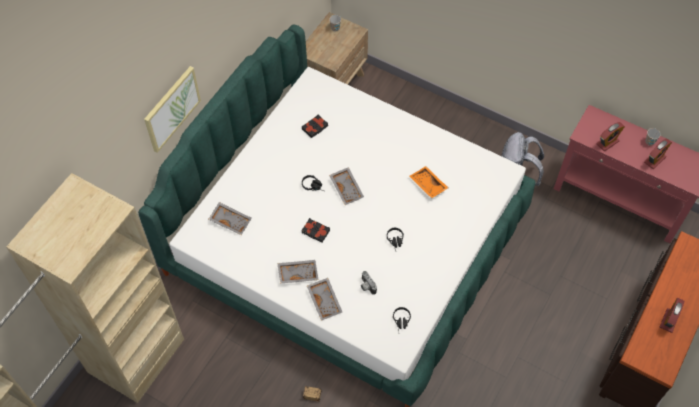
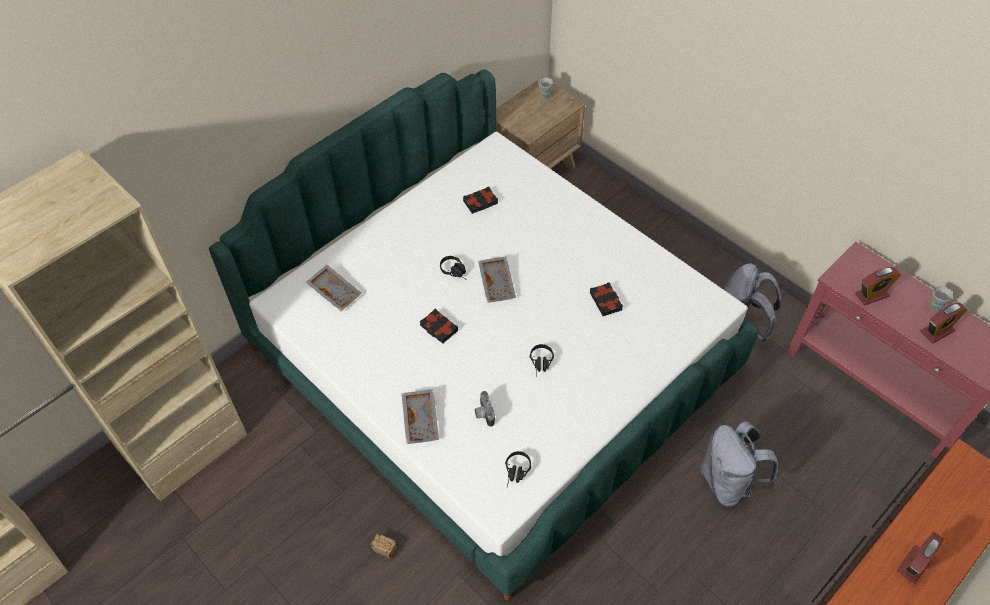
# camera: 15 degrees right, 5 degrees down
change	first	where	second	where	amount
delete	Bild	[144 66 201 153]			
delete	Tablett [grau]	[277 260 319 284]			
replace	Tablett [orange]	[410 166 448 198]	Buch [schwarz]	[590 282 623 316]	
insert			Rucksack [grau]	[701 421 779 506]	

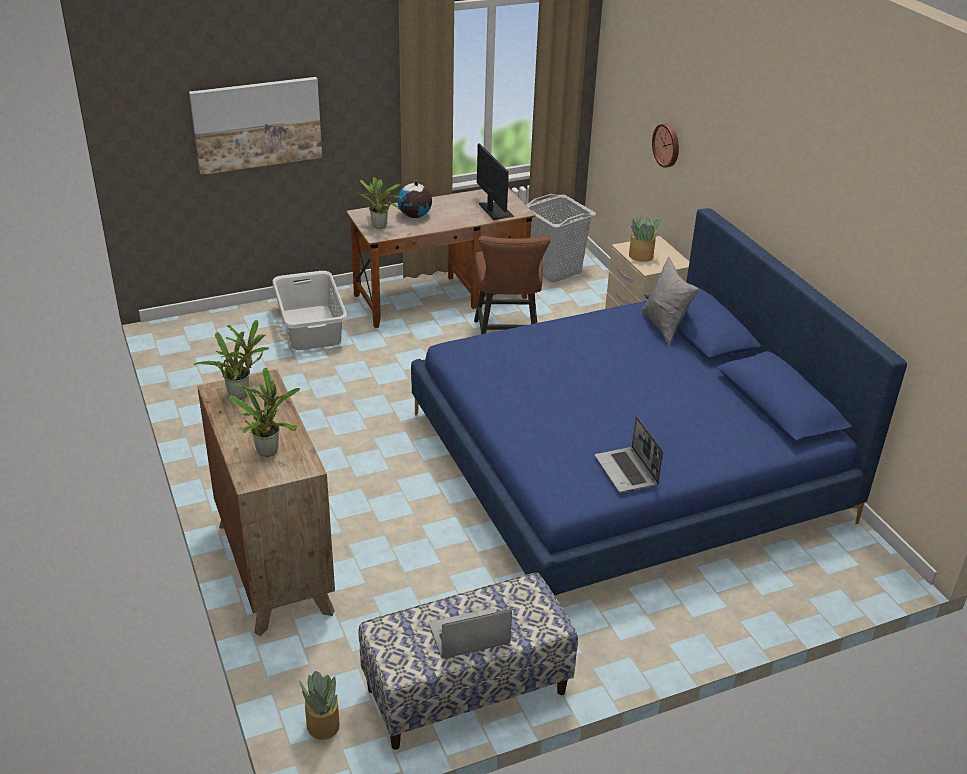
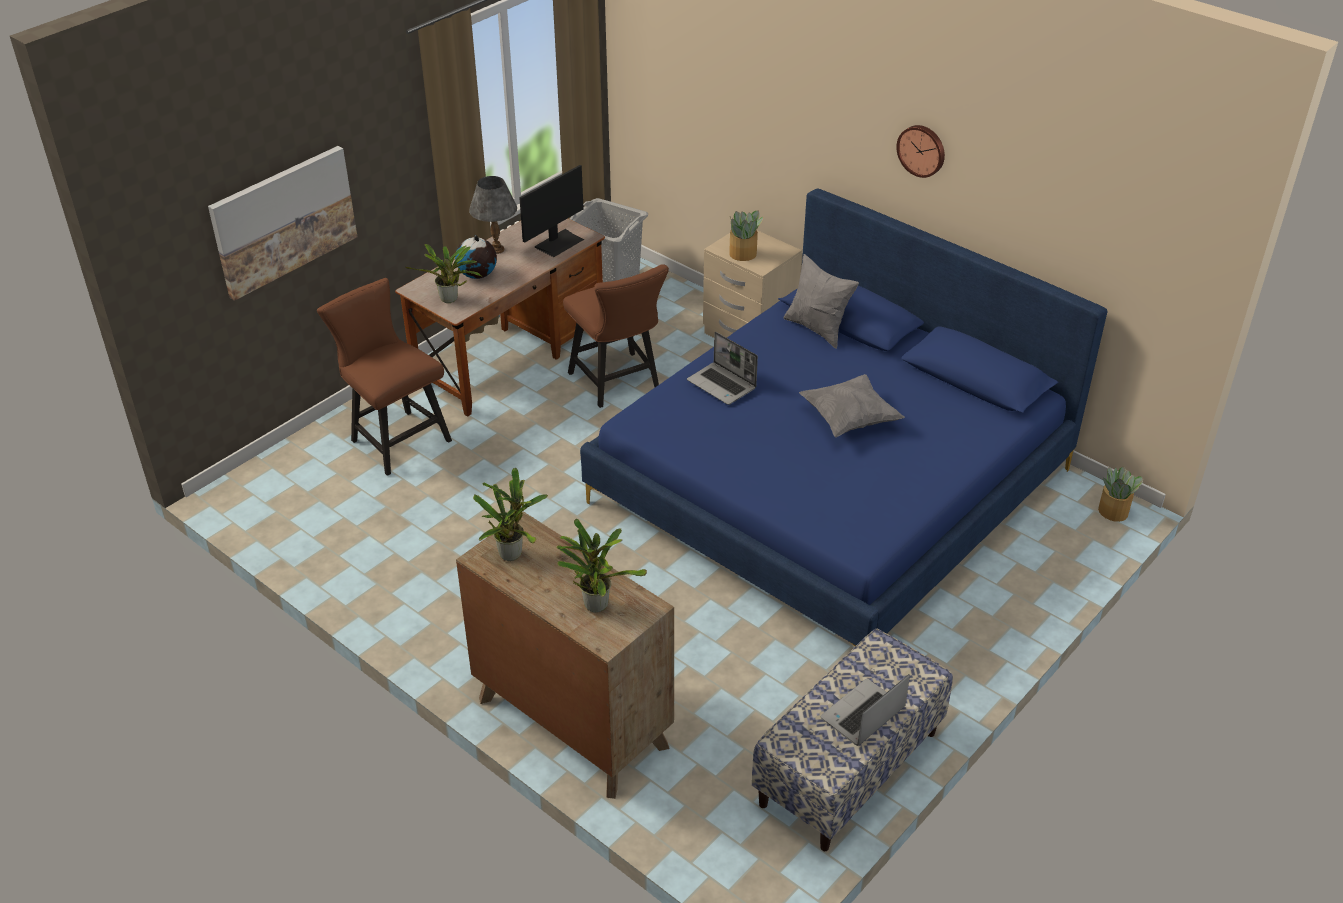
# camera: 25 degrees left, 5 degrees up
change	first	where	second	where	amount
replace	Wäschekorb [grau]	[272 271 347 350]	Stuhl [braun]	[317 278 452 476]	
move	Topfpflanze	[299 671 340 740]		[1098 466 1143 522]	
rotate	Monitor	[477 143 514 220]		[519 165 584 257]	90 degrees clockwise
move	Laptop	[595 416 663 492]		[687 331 758 405]	
move	Wanduhr	[652 124 679 168]		[896 125 945 178]	
insert			Tischlampe [grau]	[469 176 517 254]	
insert			Kissen [grau]	[799 374 905 437]	

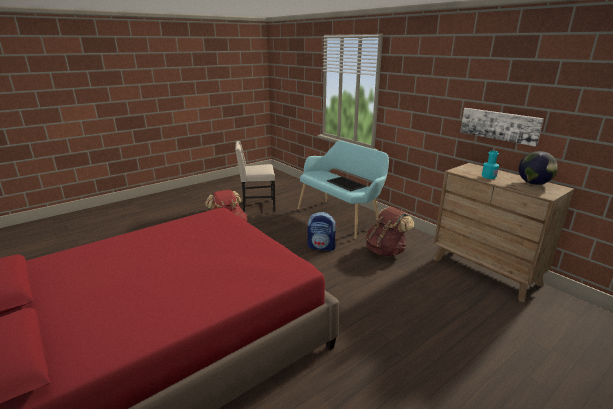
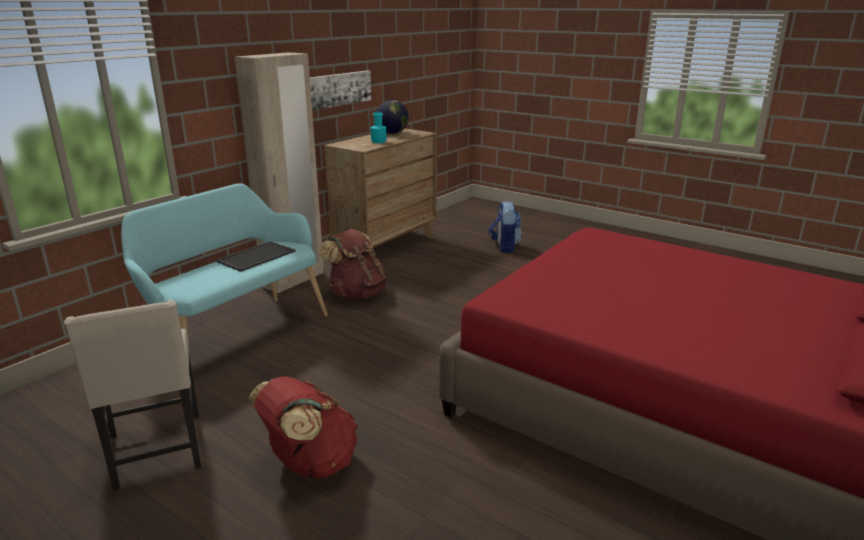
# camera: 105 degrees left, 0 degrees up
change	first	where	second	where	amount
move	Rucksack	[308 212 337 251]		[488 201 522 253]	
insert			Kleiderschrank [beige]	[234 52 324 293]	

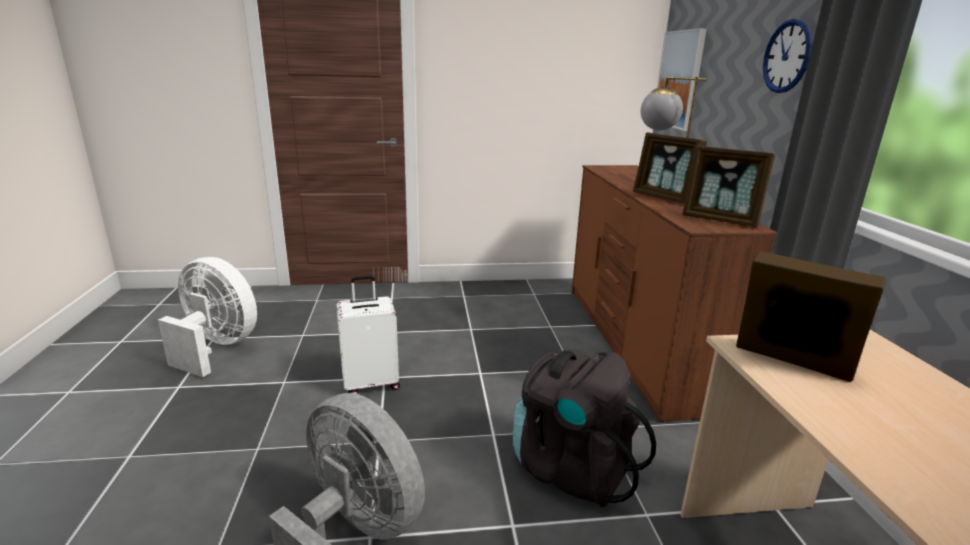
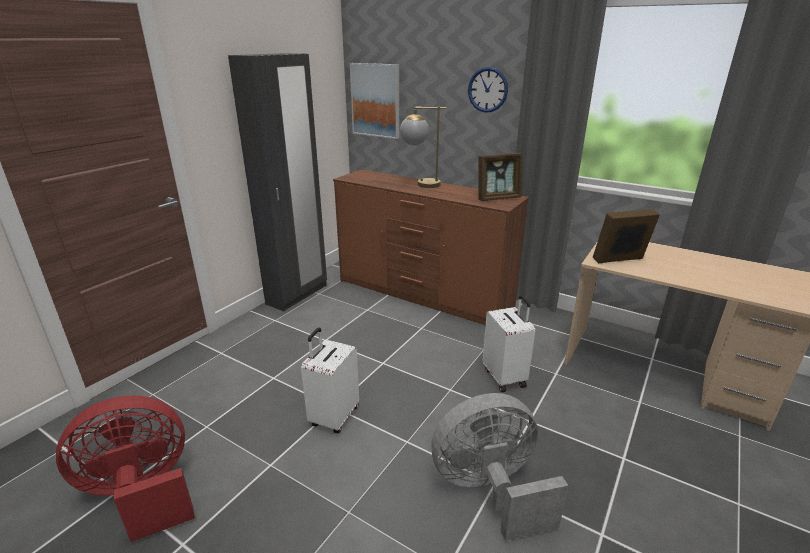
# camera: 50 degrees left, 5 degrees up
change	first	where	second	where	amount
recolor	Ventilator [weiß]	[158 257 257 377]	Ventilator [rot]	[56 395 195 542]	
replace	Rucksack [schwarz]	[513 350 656 508]	Koffer [weiß]	[483 295 535 392]	
delete	Bilderrahmen	[633 132 707 204]			
insert			Kleiderschrank [schwarz]	[228 53 327 311]	

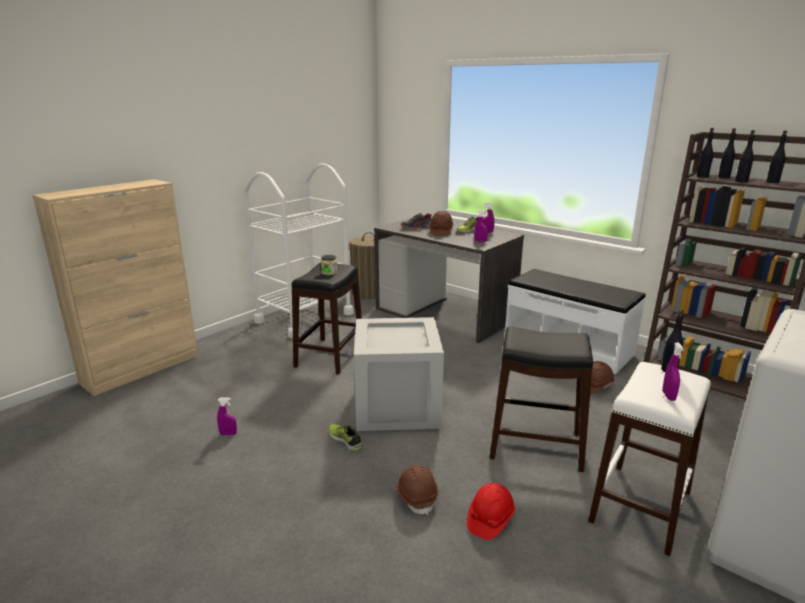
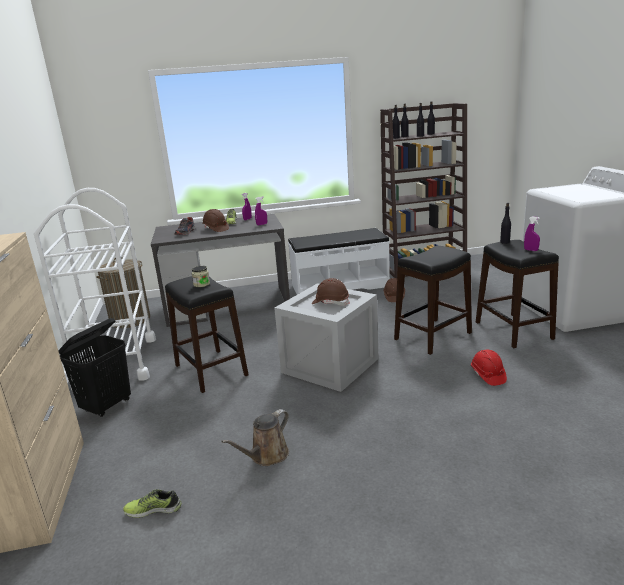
# camera: 50 degrees left, 0 degrees up
change	first	where	second	where	amount
replace	Sprühflasche [lila]	[217 398 237 435]	Gießkanne [braun]	[221 409 289 466]	
move	Schuh	[328 424 363 452]		[123 489 181 518]	
move	Schutzhelm [braun]	[396 465 439 515]		[312 278 350 306]	
recolor	Hocker [weiß]	[588 362 711 556]	Hocker [schwarz]	[476 240 559 348]	
insert			Wäschekorb [schwarz]	[59 318 131 417]	

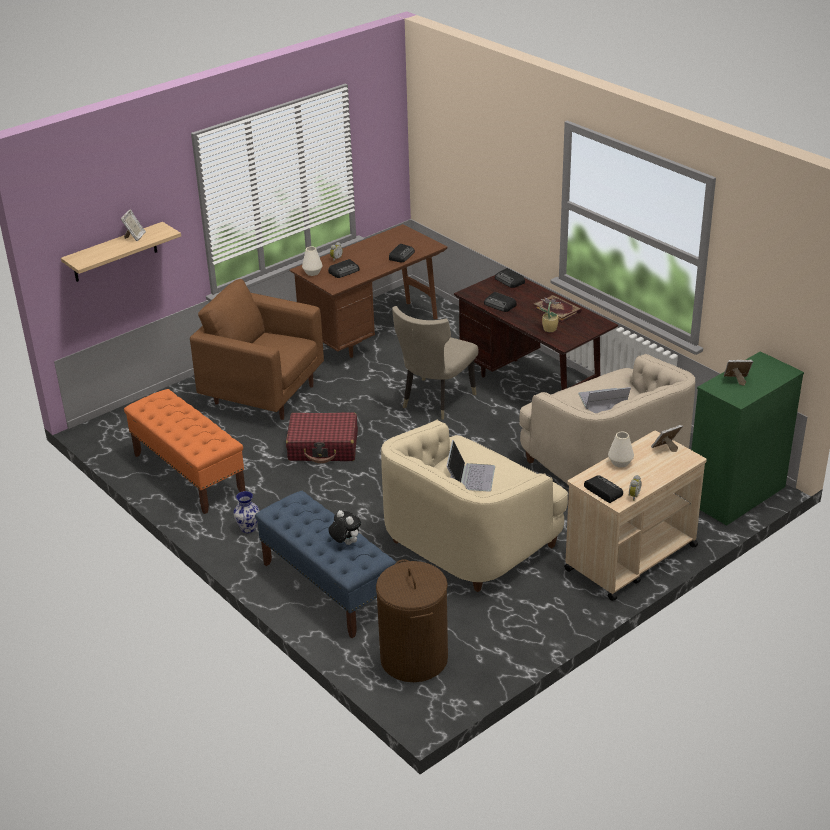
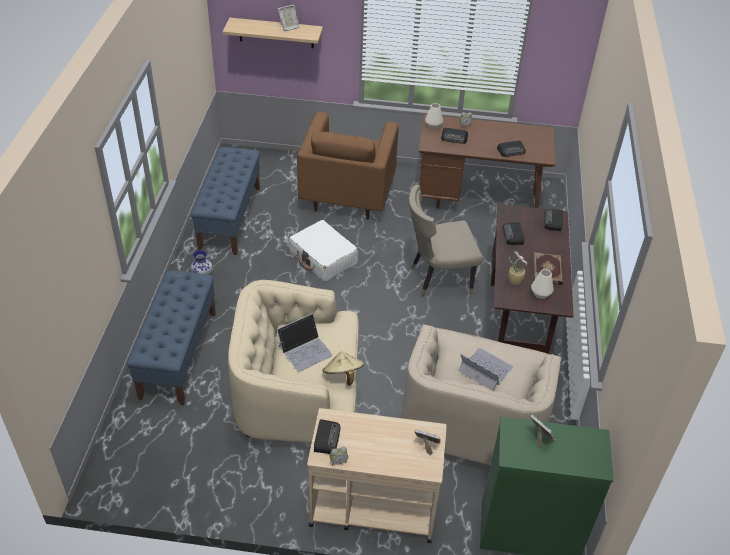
# camera: 45 degrees right, 10 degrees up
change	first	where	second	where	amount
recolor	Bank [orange]	[124 389 246 514]	Bank [blau]	[191 147 260 255]	
rotate	Sessel [braun]	[190 279 324 420]		[297 112 399 220]	150 degrees counterclockwise
recolor	Koffer [rot]	[286 413 358 463]	Koffer [weiß]	[289 220 358 282]	
delete	Plüschtier	[329 510 361 545]			
delete	Wäschekorb [braun]	[376 559 448 682]			
move	Vase [weiß]	[608 432 634 468]		[531 269 554 299]	
insert			Hut [beige]	[323 351 364 386]	

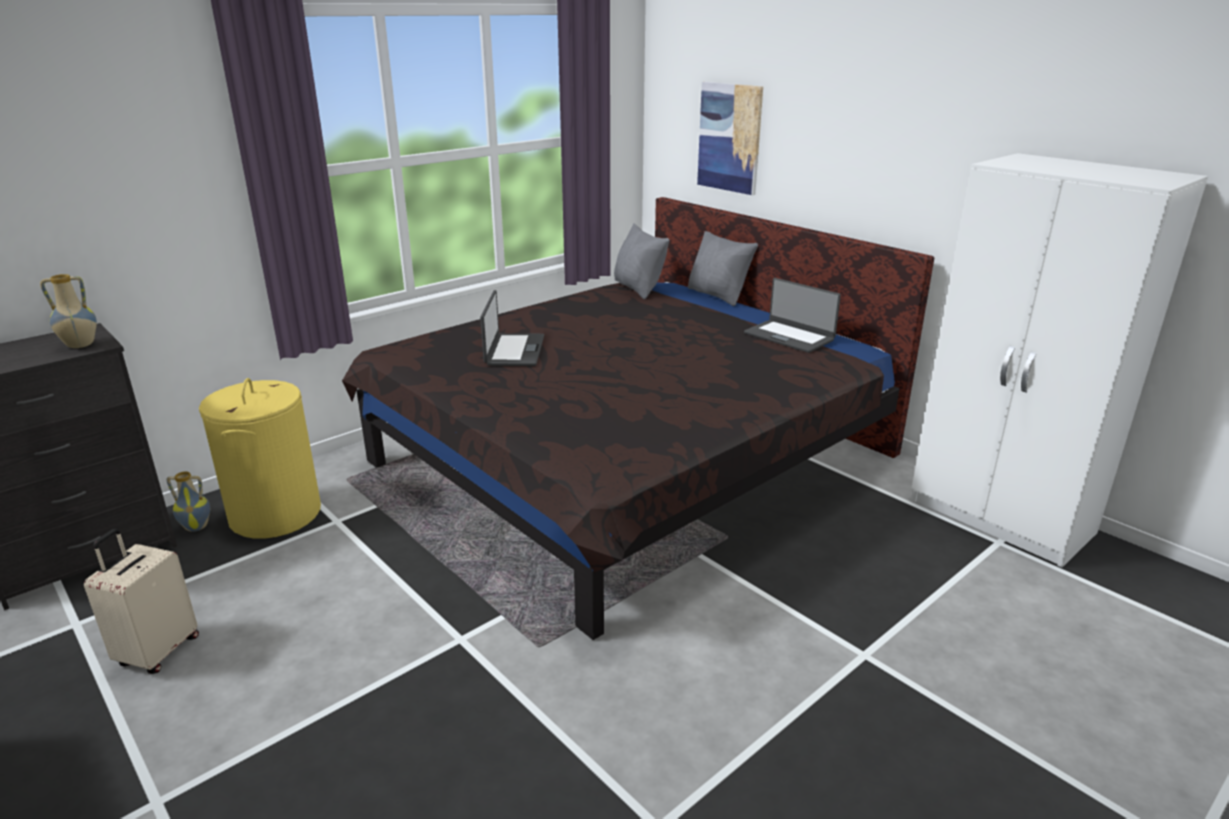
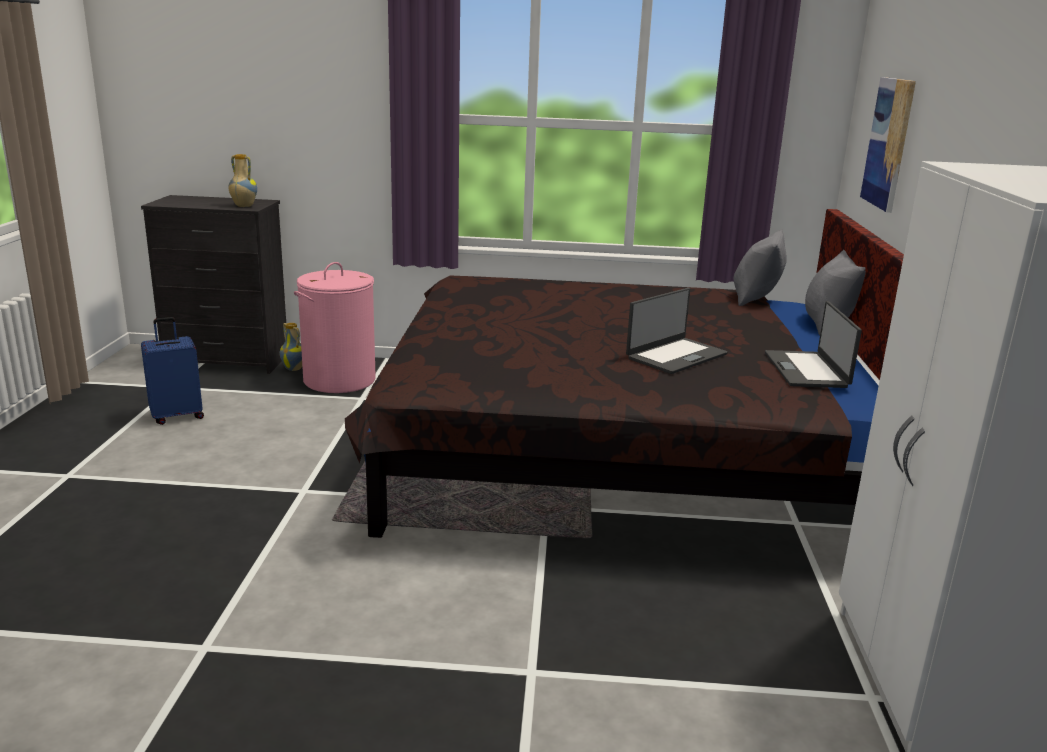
# camera: 45 degrees right, 5 degrees down
change	first	where	second	where	amount
recolor	Koffer [beige]	[84 528 199 674]	Koffer [blau]	[141 317 204 425]	
recolor	Wäschekorb [gelb]	[199 378 321 539]	Wäschekorb [rosa]	[294 262 376 393]	
move	Laptop	[480 290 544 366]		[626 288 728 374]	

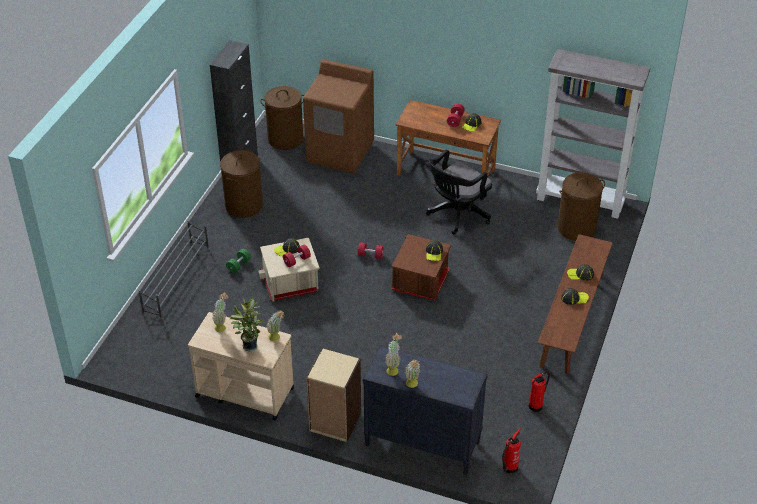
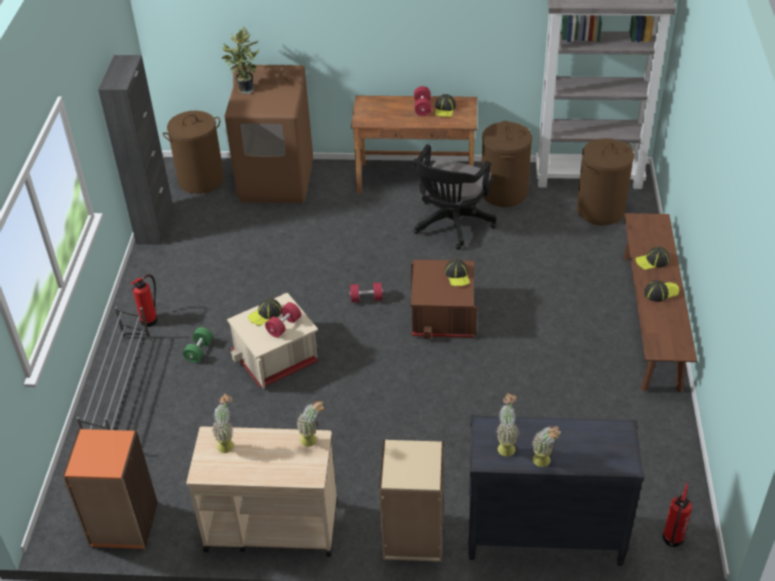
# camera: 15 degrees left, 0 degrees up
change	first	where	second	where	amount
move	Wäschekorb [braun]	[220 150 263 218]		[482 121 532 207]	
move	Topfpflanze	[229 298 264 352]		[222 27 259 94]	
move	Feuerlöscher	[528 371 550 412]		[130 274 158 327]	
insert			Bücherregal [orange]	[62 429 158 549]	

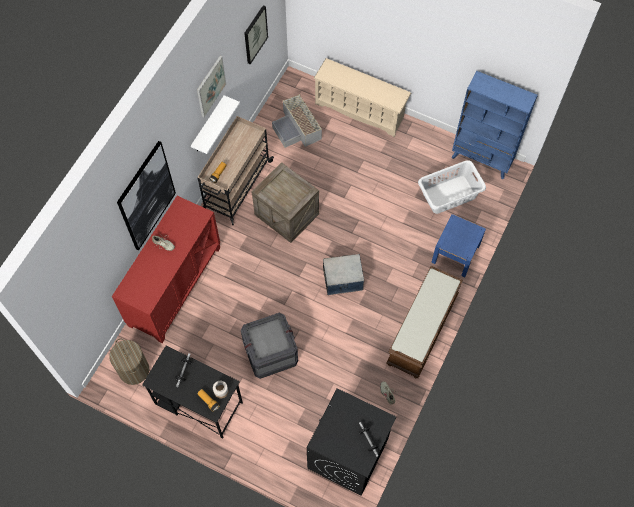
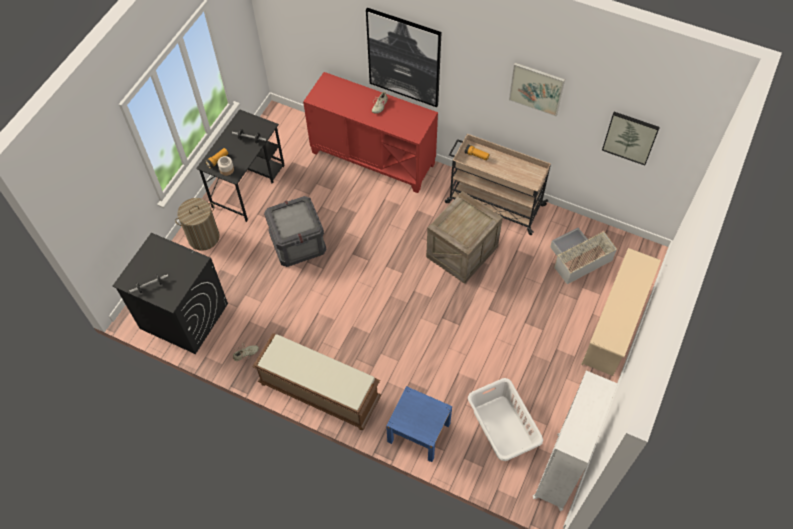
# camera: 90 degrees right, 5 degrees down
change	first	where	second	where	amount
move	Wäschekorb	[109 339 149 385]		[175 198 220 251]	
delete	Wandregal [weiß]	[191 95 240 154]			
delete	Aufbewahrungsbox	[323 254 364 295]			
recolor	Bücherregal [blau]	[452 71 538 179]	Bücherregal [weiß]	[533 371 618 511]	

